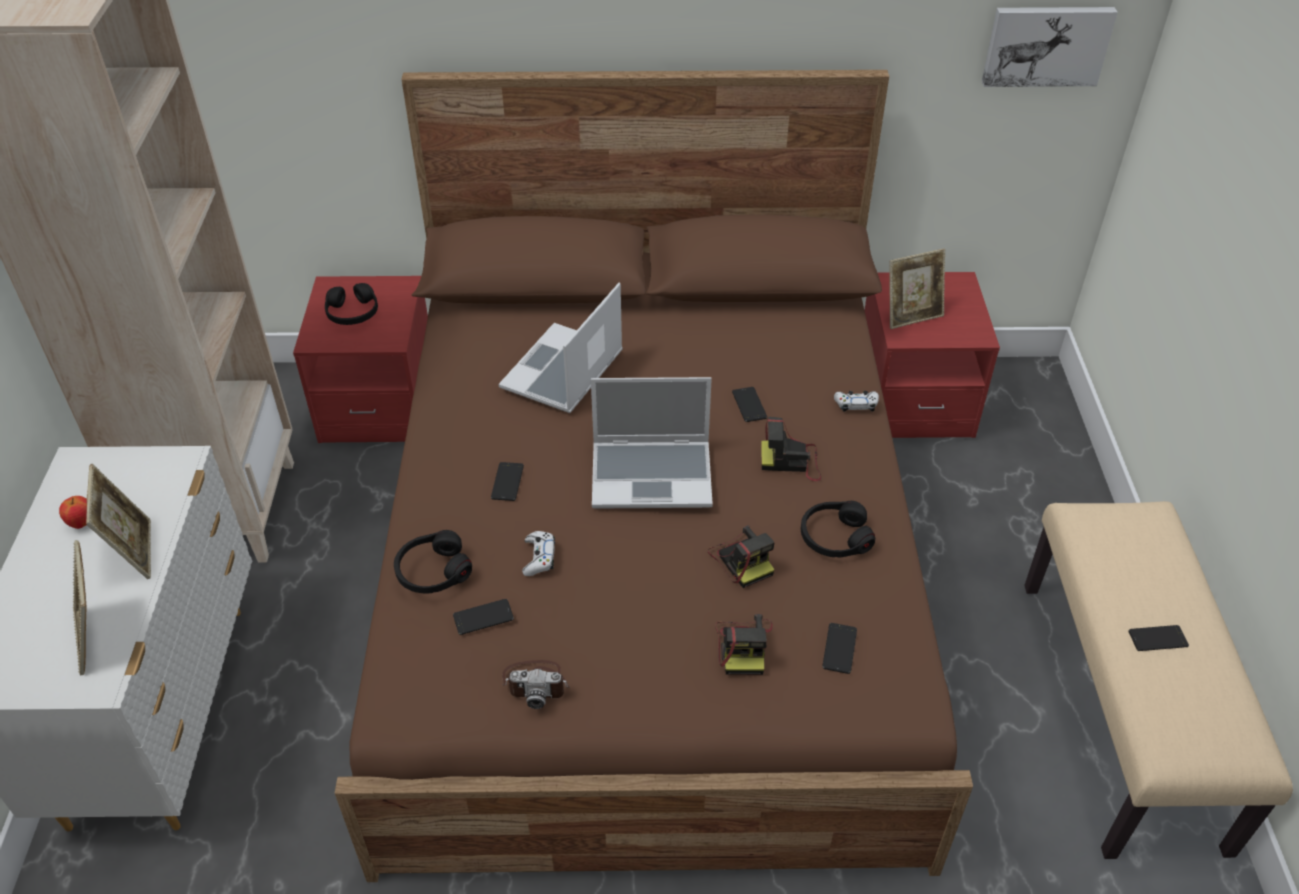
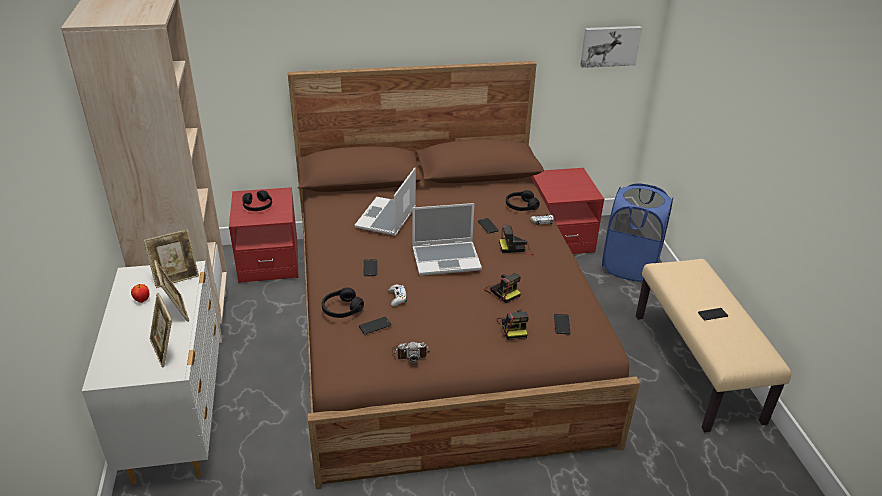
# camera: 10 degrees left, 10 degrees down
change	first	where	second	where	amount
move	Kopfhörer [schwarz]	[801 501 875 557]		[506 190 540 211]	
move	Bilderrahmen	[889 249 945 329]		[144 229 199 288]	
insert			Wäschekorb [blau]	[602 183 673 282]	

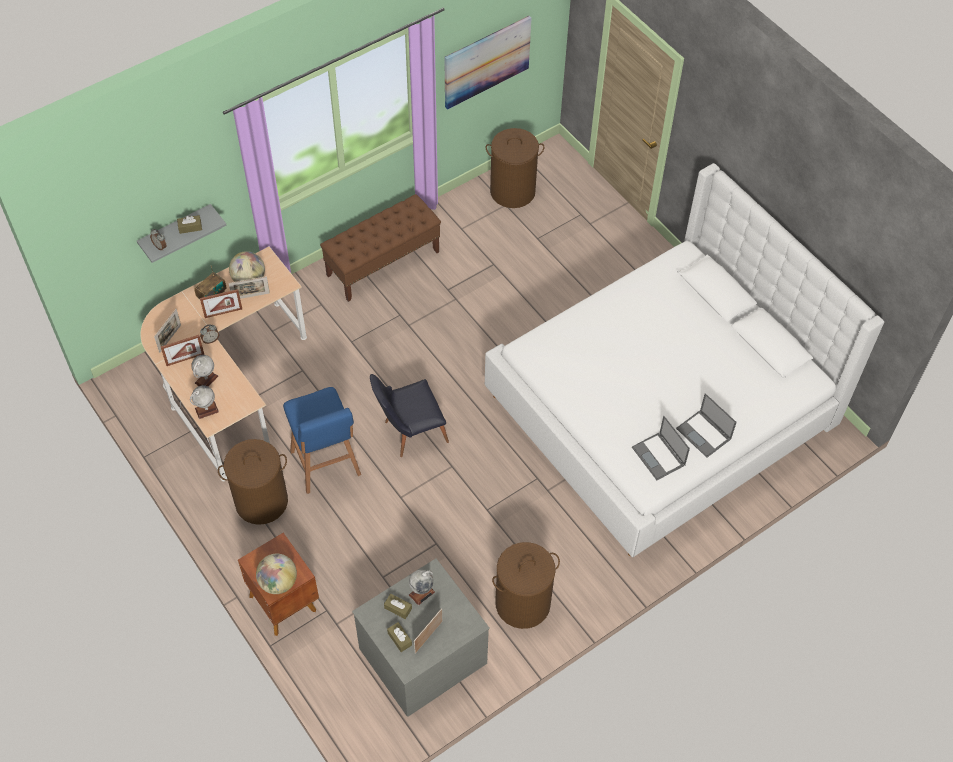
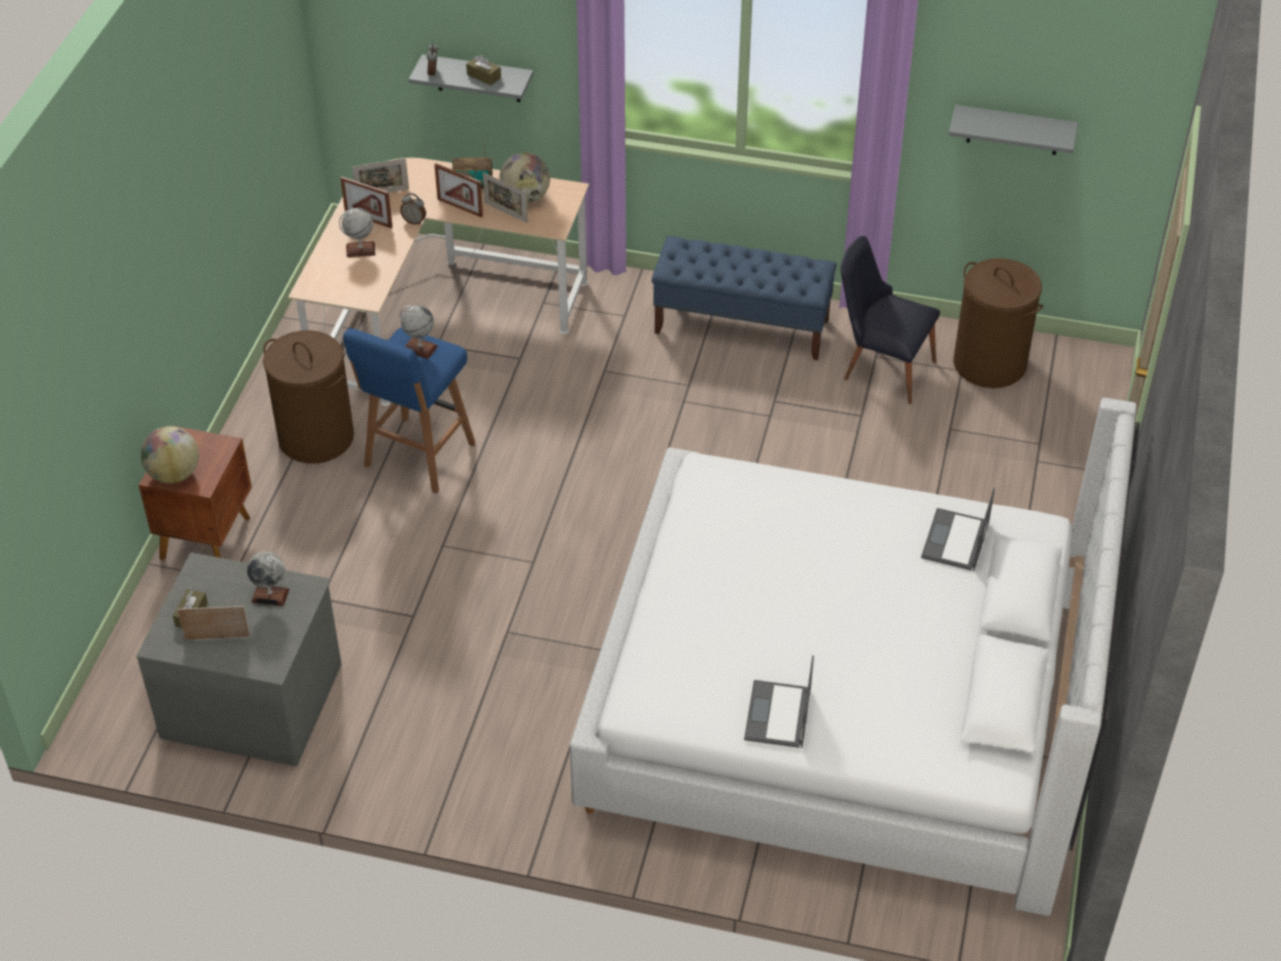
# camera: 50 degrees right, 10 degrees down
change	first	where	second	where	amount
move	Globus	[190 385 219 419]		[400 305 438 359]	
recolor	Bank [braun]	[320 194 441 302]	Bank [blau]	[652 236 837 360]	
move	Stuhl [schwarz]	[370 374 449 457]		[840 236 940 404]	
delete	Taschentuchbox [braun]	[384 594 412 619]			
replace	Bild	[444 16 531 110]	Wandregal [grau]	[949 105 1078 155]	
delete	Wäschekorb [braun]	[492 542 560 629]			
move	Laptop	[632 416 690 480]		[921 488 995 571]	

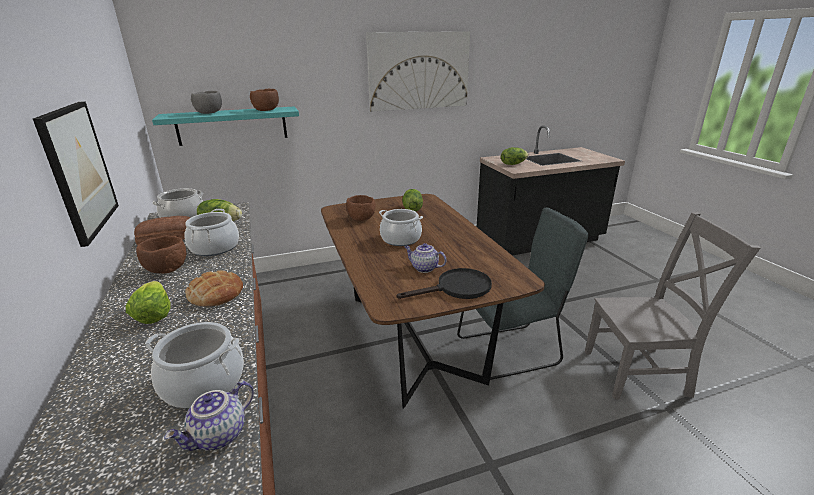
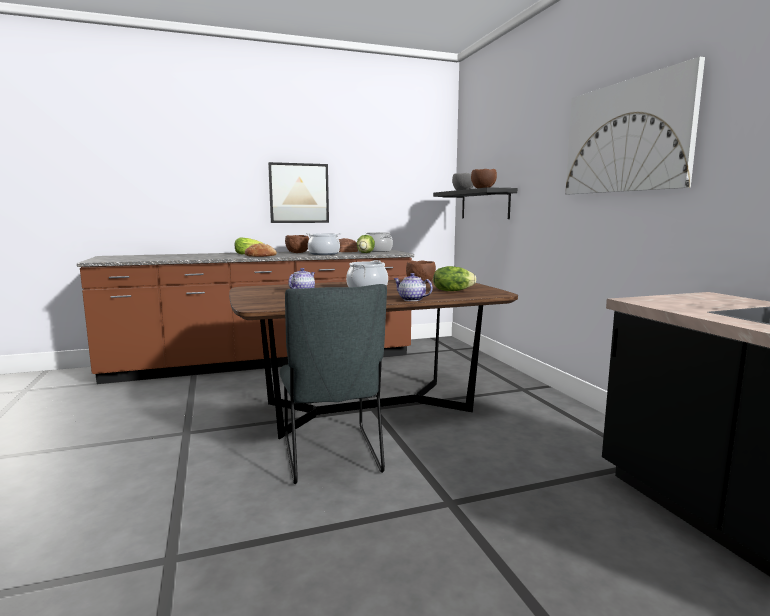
# camera: 90 degrees right, 15 degrees down
change	first	where	second	where	amount
delete	Kochtopf	[145 322 244 408]			
recolor	Wandregal [türkis]	[152 106 299 146]	Wandregal [schwarz]	[433 187 517 219]	
move	Teekanne	[164 381 254 451]		[394 273 433 301]	
delete	Pfanne [schwarz]	[397 268 492 299]			
delete	Salatkopf	[501 147 528 165]			
delete	Stuhl [grau]	[585 212 760 400]			

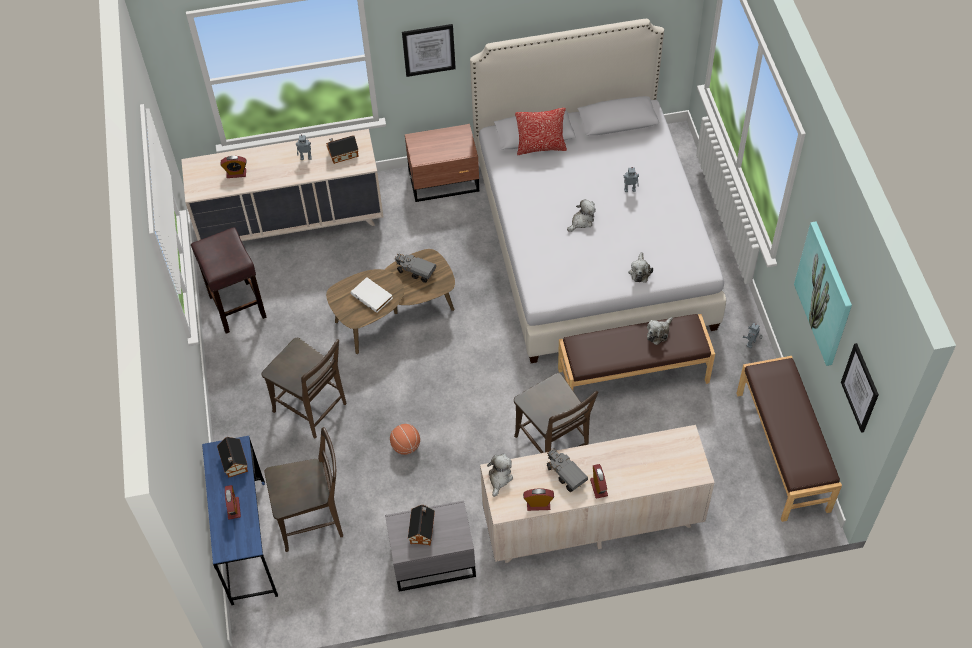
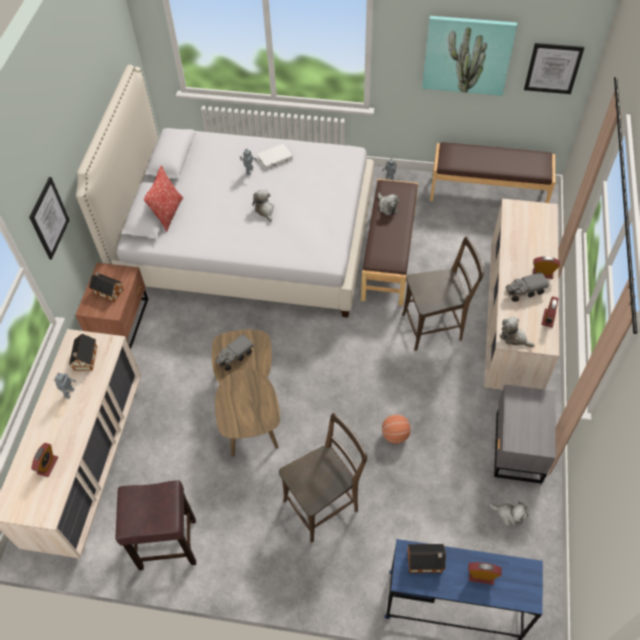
# camera: 70 degrees left, 0 degrees up
change	first	where	second	where	amount
delete	Stuhl [braun]	[264 427 343 552]			
move	Buch [weiß]	[351 277 393 313]		[257 144 293 170]	
move	Spielzeughaus	[408 505 435 545]		[89 272 124 302]	
move	Plüschtier	[628 252 653 282]		[489 501 528 527]	

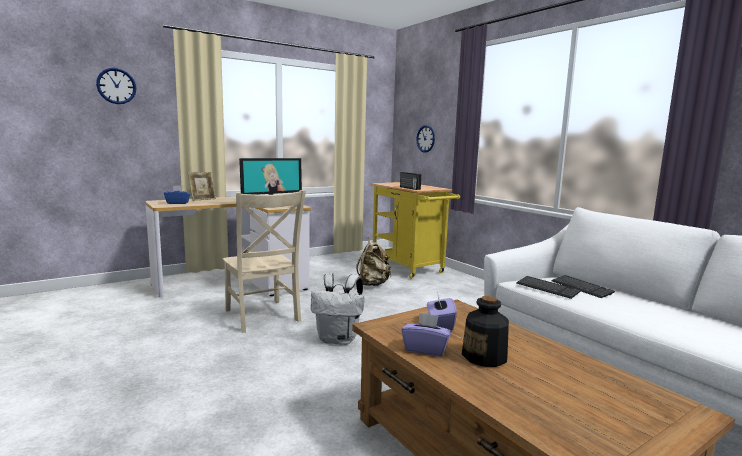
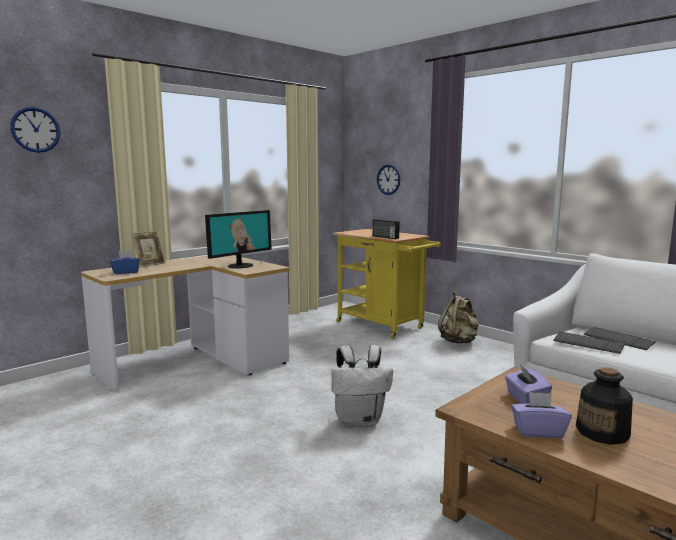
# camera: 10 degrees left, 0 degrees up
change	first	where	second	where	amount
delete	Stuhl [beige]	[222 190 306 333]			
move	Rucksack [beige]	[356 238 391 286]		[438 291 478 343]	

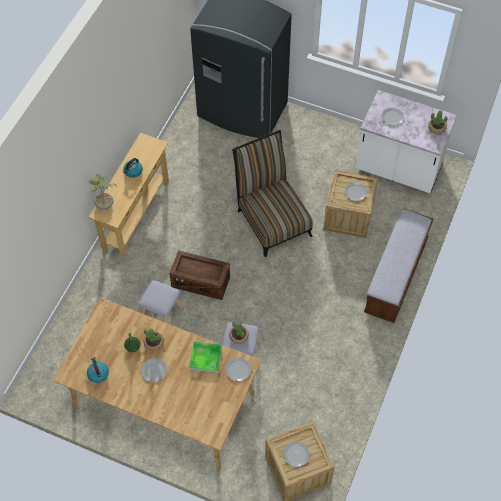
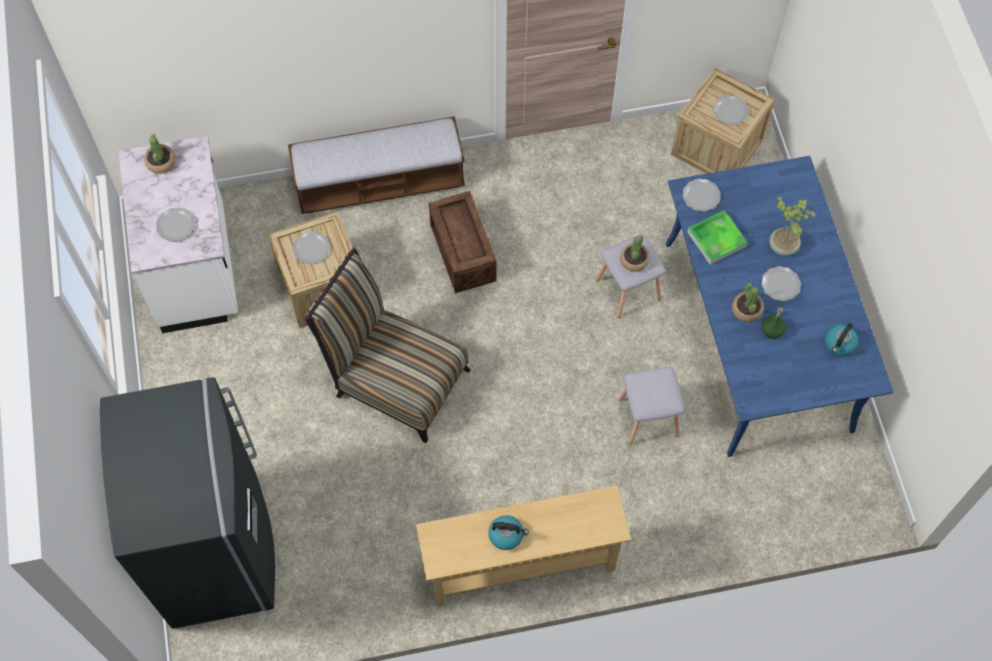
# camera: 125 degrees left, 5 degrees up
change	first	where	second	where	amount
recolor	Esstisch [beige]	[53 297 262 469]	Esstisch [blau]	[666 156 894 457]	
move	Topfpflanze	[89 173 116 210]		[769 197 816 256]	
move	Kiste	[169 250 230 300]		[429 191 497 293]	
rotate	Stuhl	[232 130 313 257]		[305 247 470 443]	90 degrees clockwise

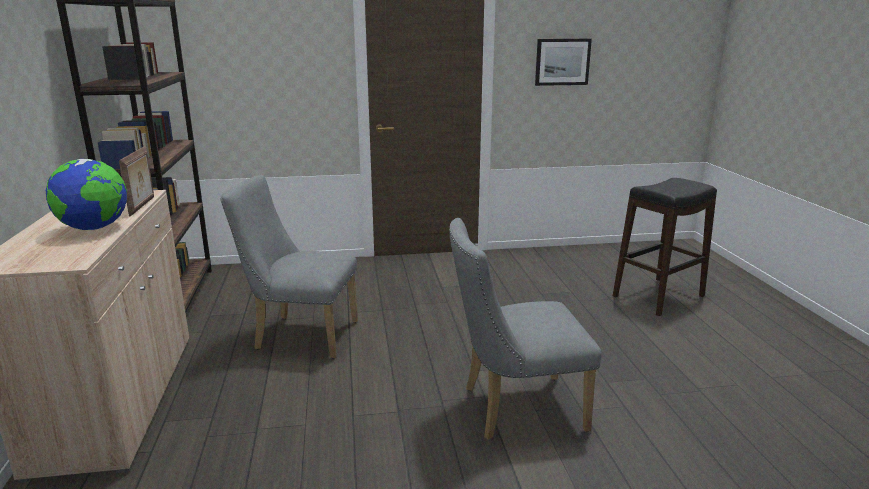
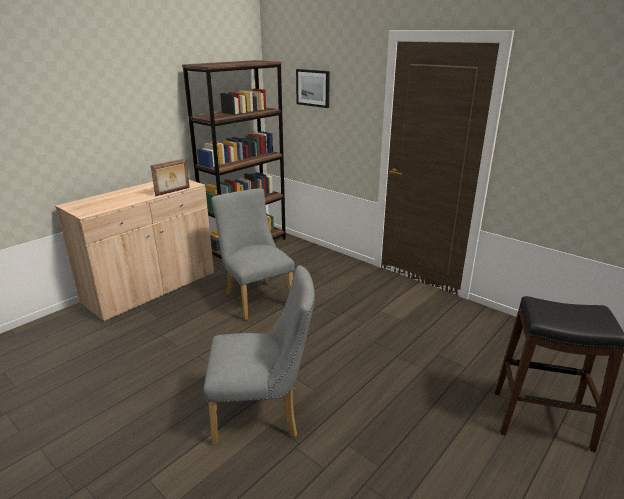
# camera: 50 degrees right, 5 degrees up
change	first	where	second	where	amount
delete	Globus	[46 159 127 230]			
rotate	Stuhl [grau]	[449 218 602 440]		[203 265 315 445]	135 degrees clockwise
move	Bild	[535 39 592 86]		[296 69 330 108]	

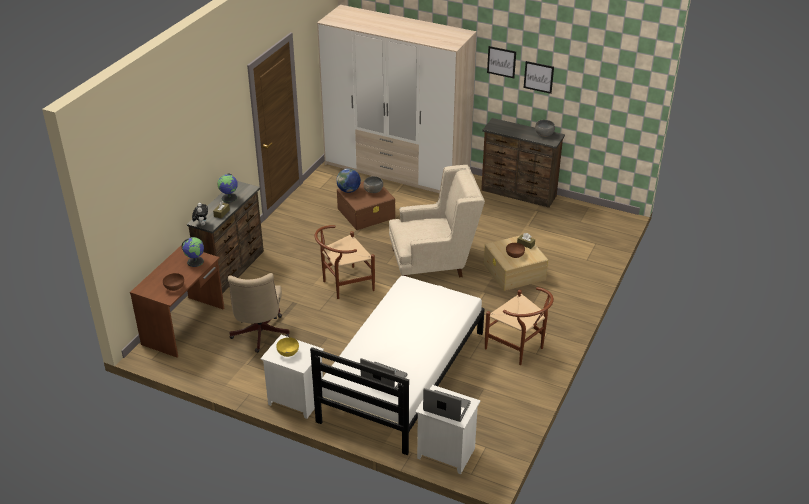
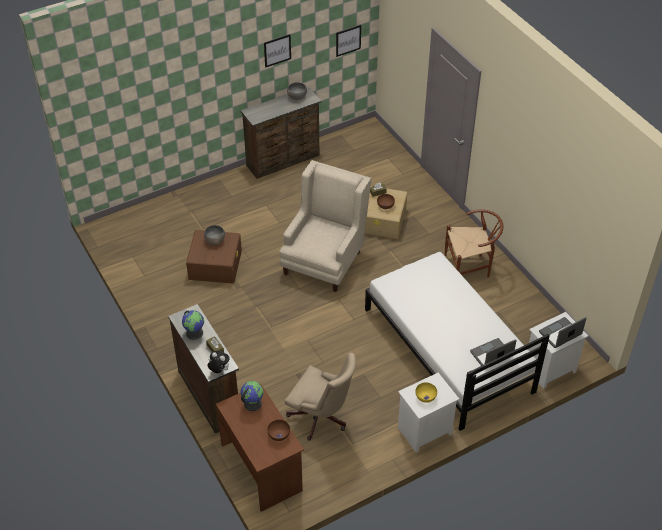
# camera: 55 degrees left, 10 degrees up
change	first	where	second	where	amount
delete	Stuhl [braun]	[315 225 375 299]			
delete	Kleiderschrank	[317 5 477 193]			
delete	Globus	[336 169 361 193]			
move	Bild	[487 46 516 78]		[336 25 361 57]	

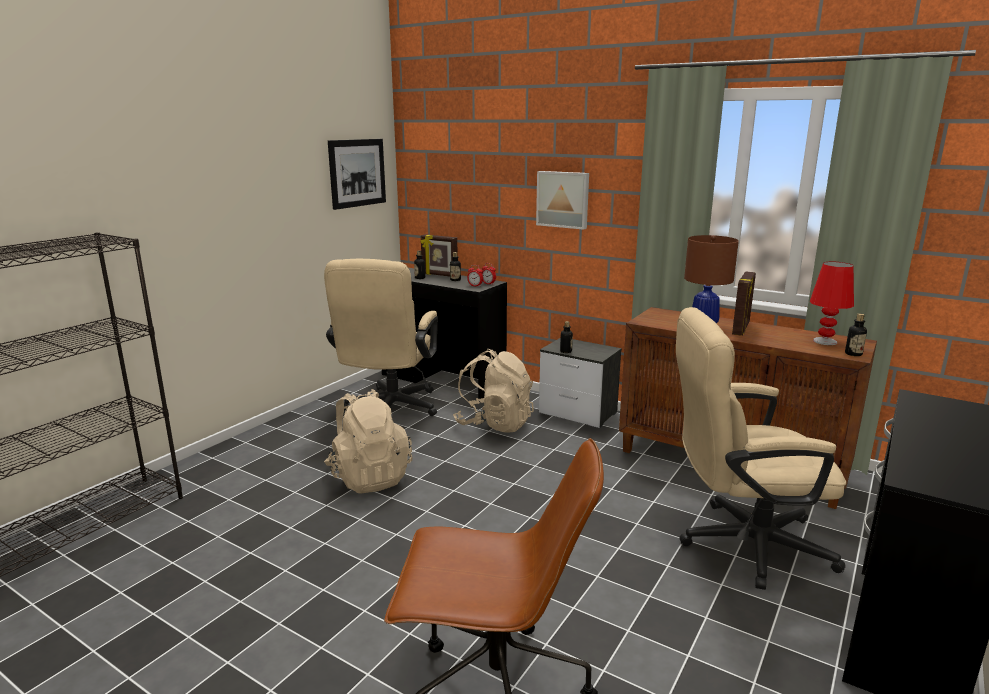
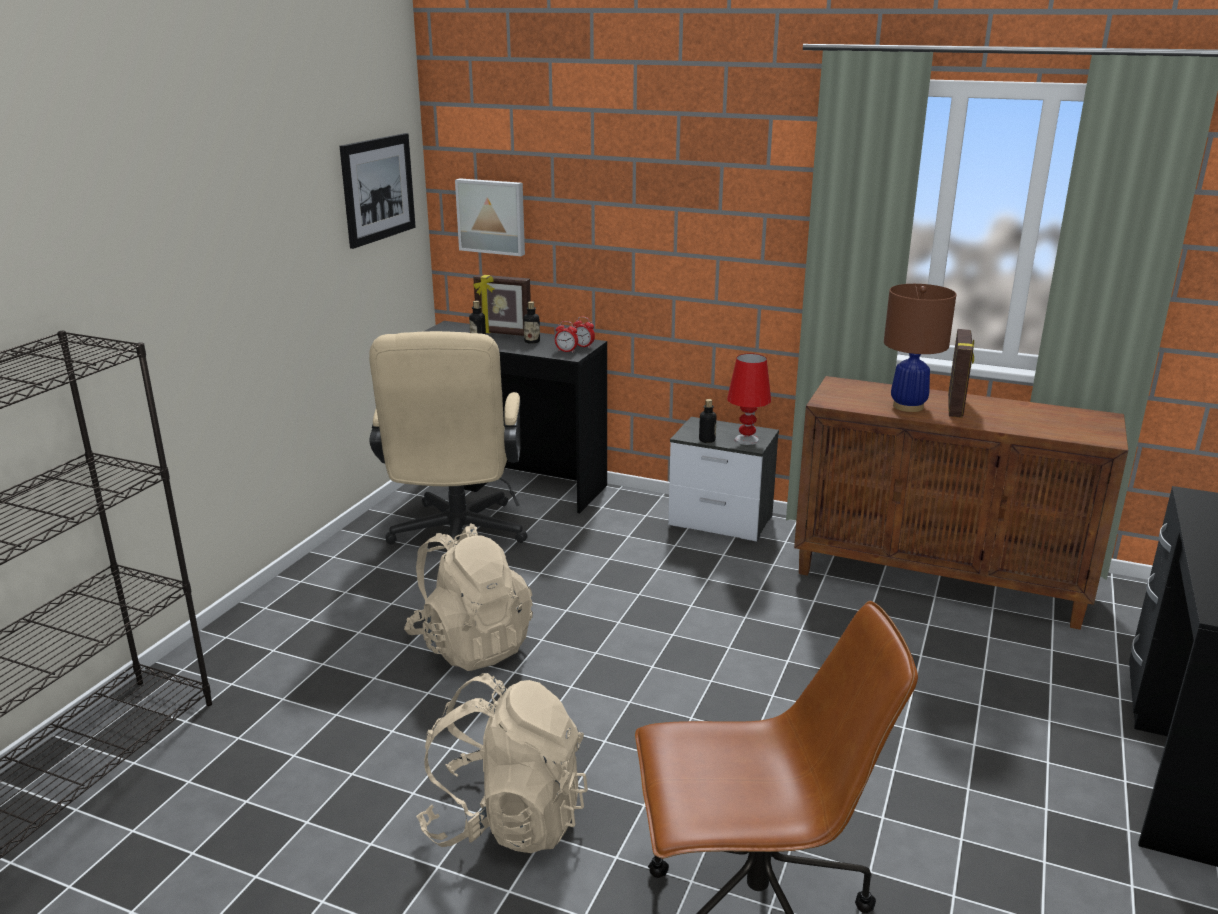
# camera: 10 degrees left, 5 degrees up
change	first	where	second	where	amount
move	Rucksack [beige]	[453 349 534 432]		[416 673 588 853]	
move	Bild	[536 171 589 230]		[455 178 525 256]	
delete	Bürostuhl [beige]	[676 307 846 590]			
move	Tischlampe [rot]	[810 262 854 345]		[727 354 771 445]	
delete	Flasche	[845 314 867 356]			

